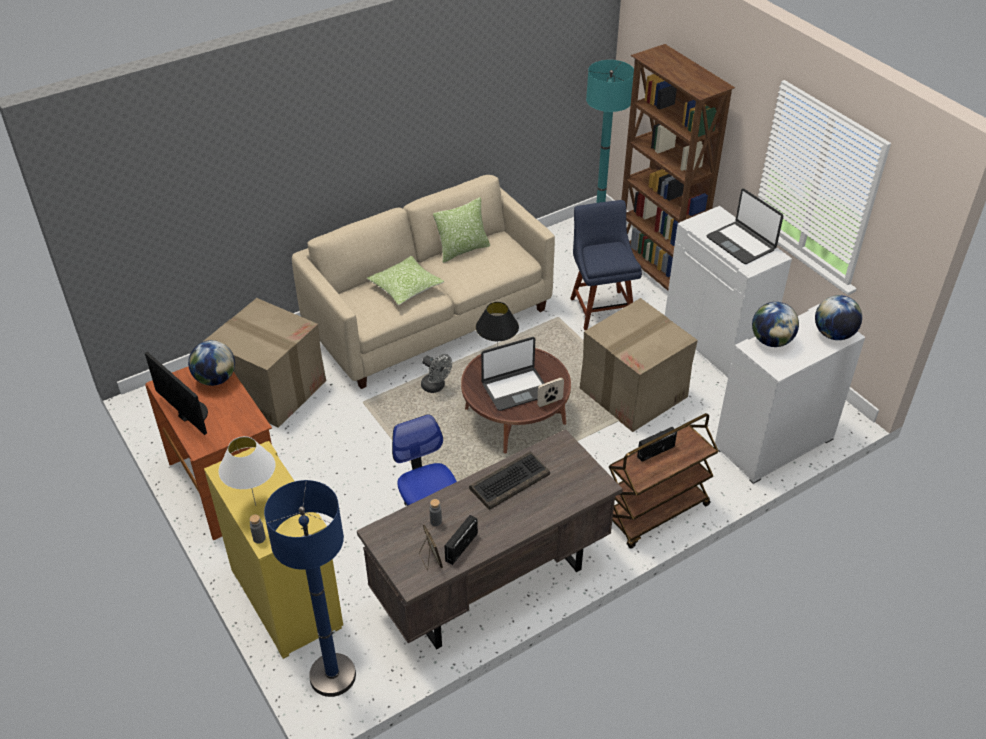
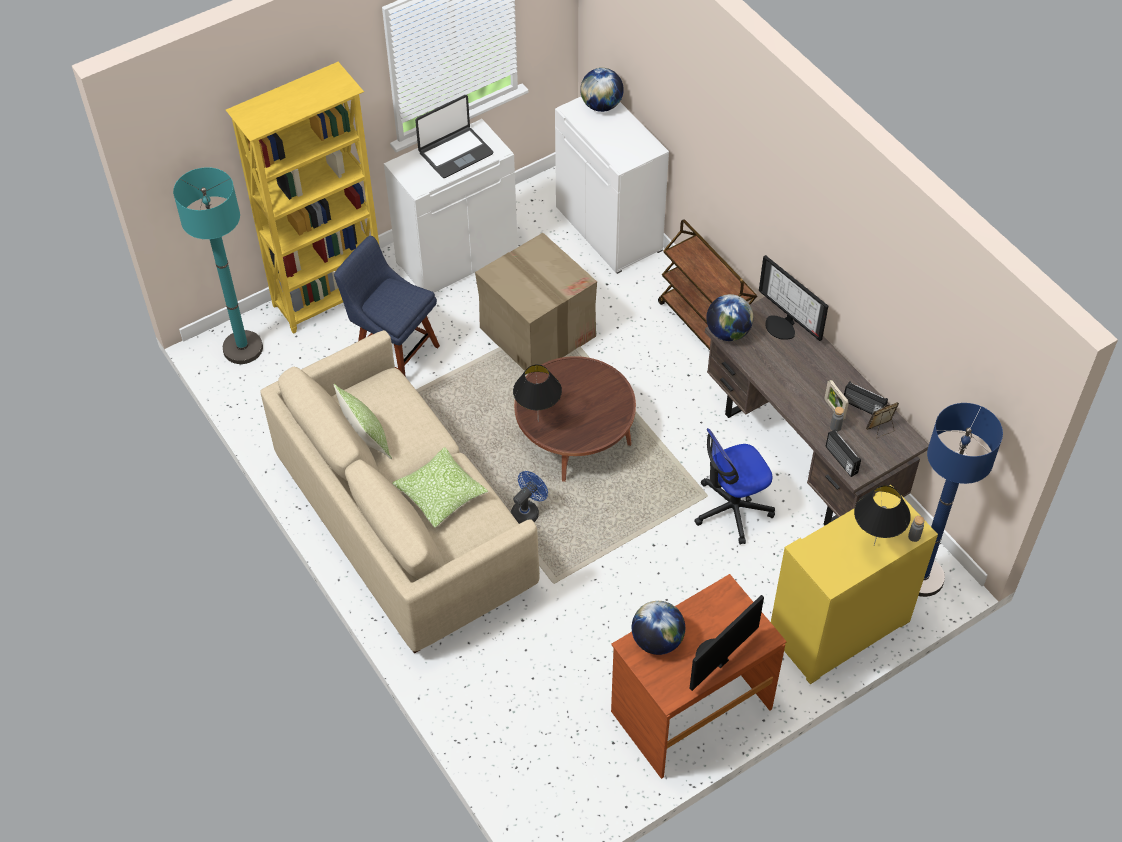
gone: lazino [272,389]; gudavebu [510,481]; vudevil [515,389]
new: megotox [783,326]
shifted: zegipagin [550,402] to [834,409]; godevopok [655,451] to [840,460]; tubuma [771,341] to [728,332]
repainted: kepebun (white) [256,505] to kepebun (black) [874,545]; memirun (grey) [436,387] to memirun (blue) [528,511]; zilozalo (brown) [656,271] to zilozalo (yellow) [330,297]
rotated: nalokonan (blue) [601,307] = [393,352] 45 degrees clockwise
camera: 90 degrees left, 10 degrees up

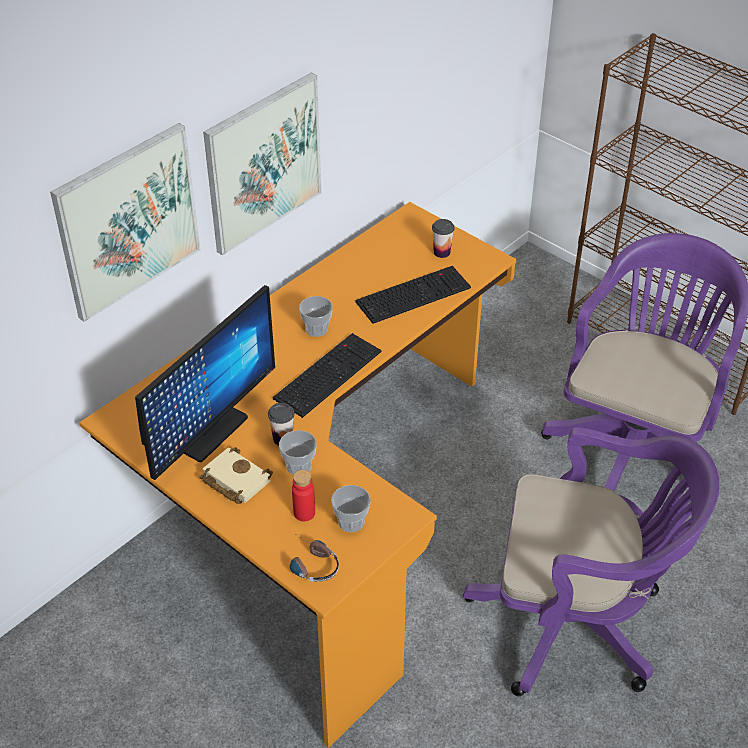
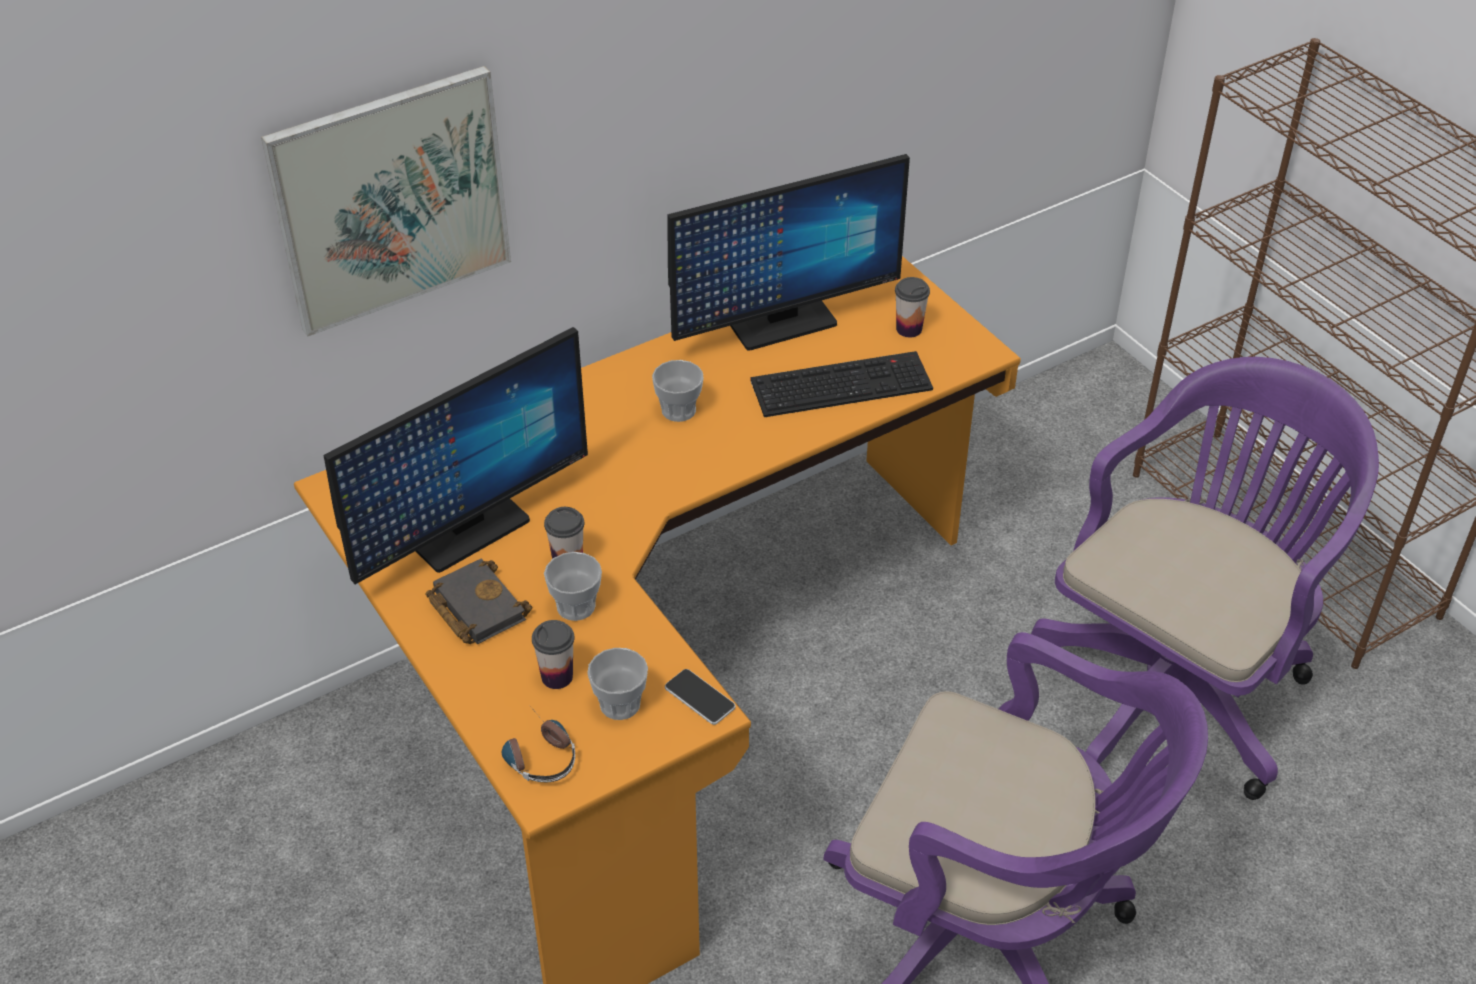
gone: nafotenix [263,163]; gudavebu [327,373]
new: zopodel [700,698]; megotox [781,323]
swapped: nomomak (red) [304,513] to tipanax [557,677]
repainted: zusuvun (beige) [233,480] to zusuvun (black) [474,607]
camera: 15 degrees right, 0 degrees up

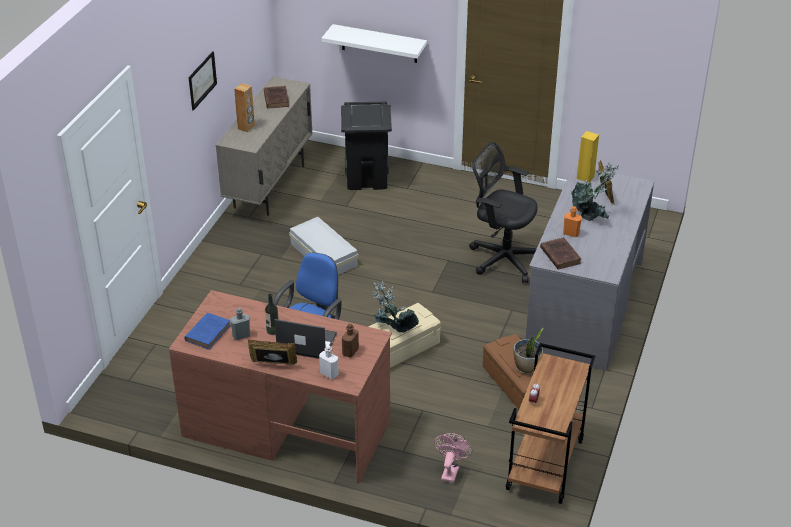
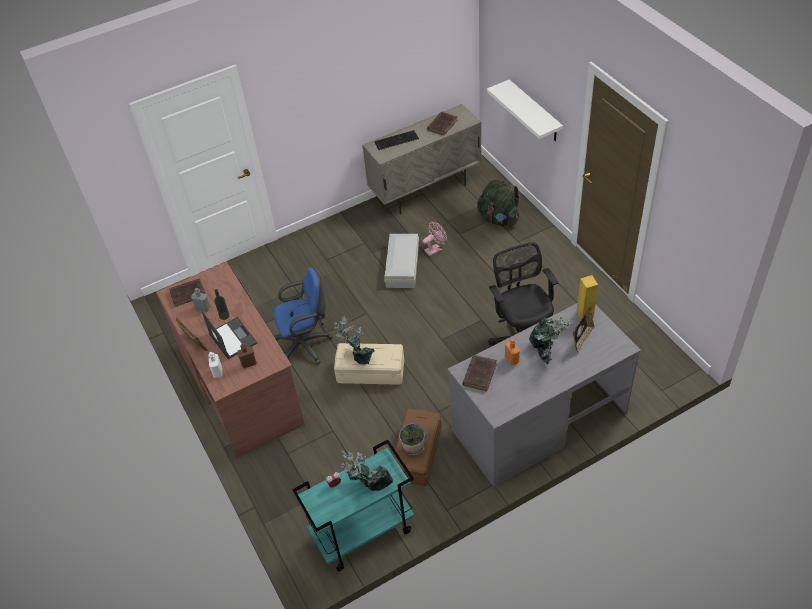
gone: nafotenix [202,80]
new: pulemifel [368,486]
shifted: memirun (pink) [450,471] to [435,249]
swapped: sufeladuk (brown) [246,127] to gudavebu [396,140]; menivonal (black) [367,178] to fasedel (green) [498,218]
repainted: zusuvun (blue) [208,332] to zusuvun (brown) [189,293]; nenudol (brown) [545,466] to nenudol (turquoise) [362,533]
camera: 45 degrees right, 10 degrees up

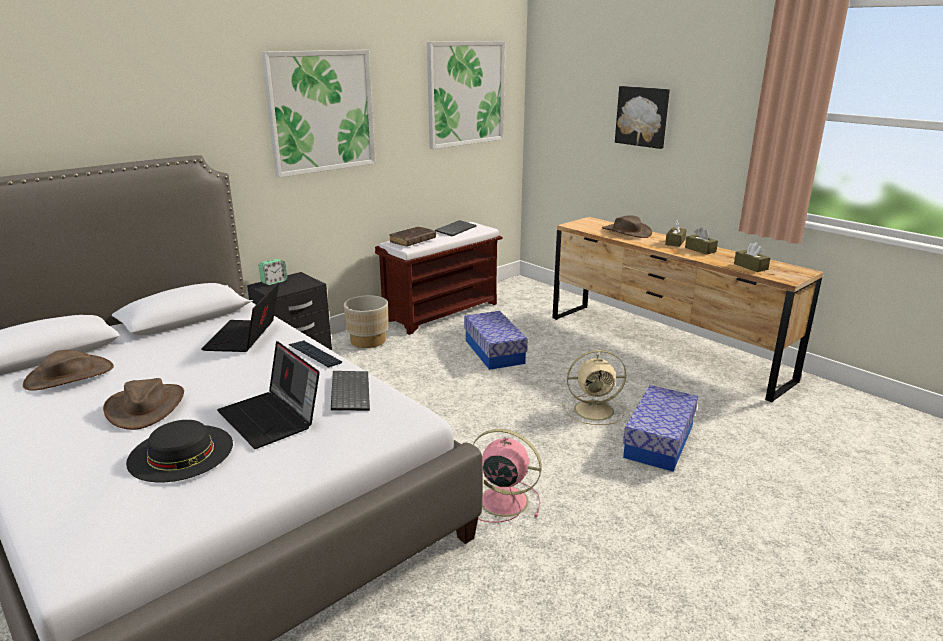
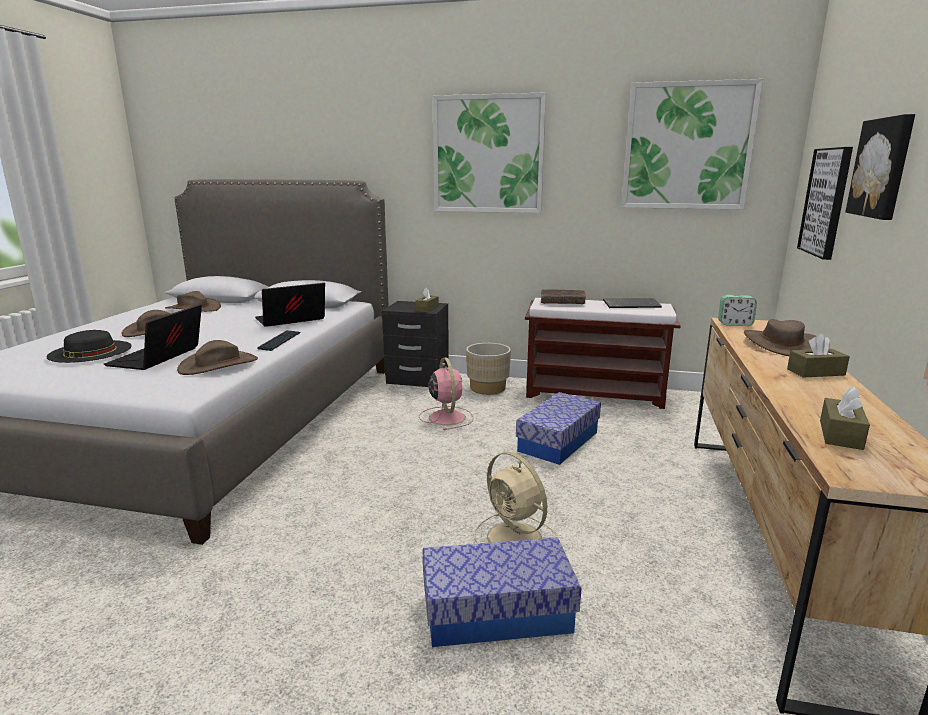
new: nafotenix [826,202]
shifted: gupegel [274,282] to [735,324]; memirun (pink) [501,500] to [446,417]; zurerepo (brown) [700,250] to [427,309]
swapped: gudavebu [349,392] to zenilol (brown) [218,365]
camera: 55 degrees right, 5 degrees down

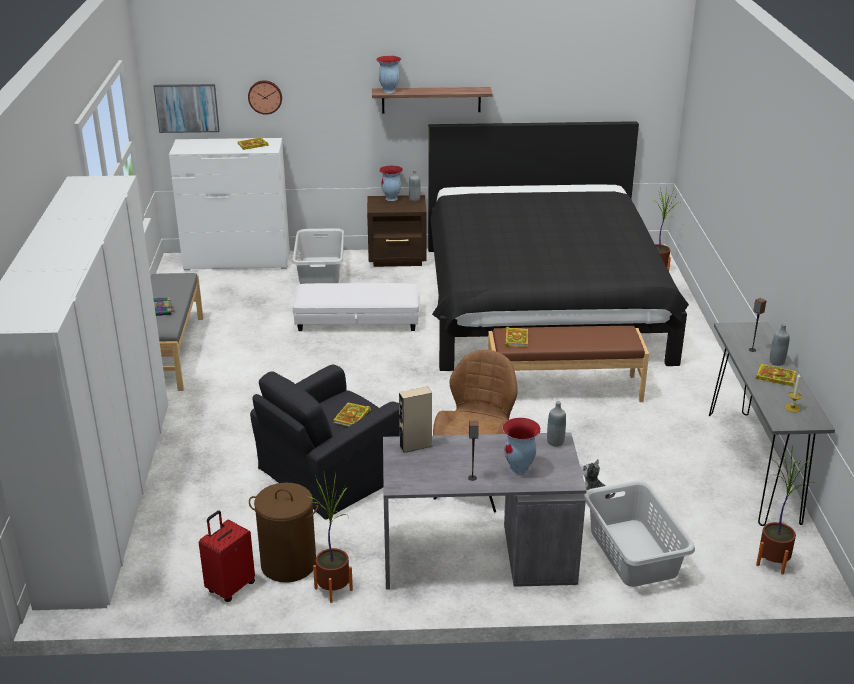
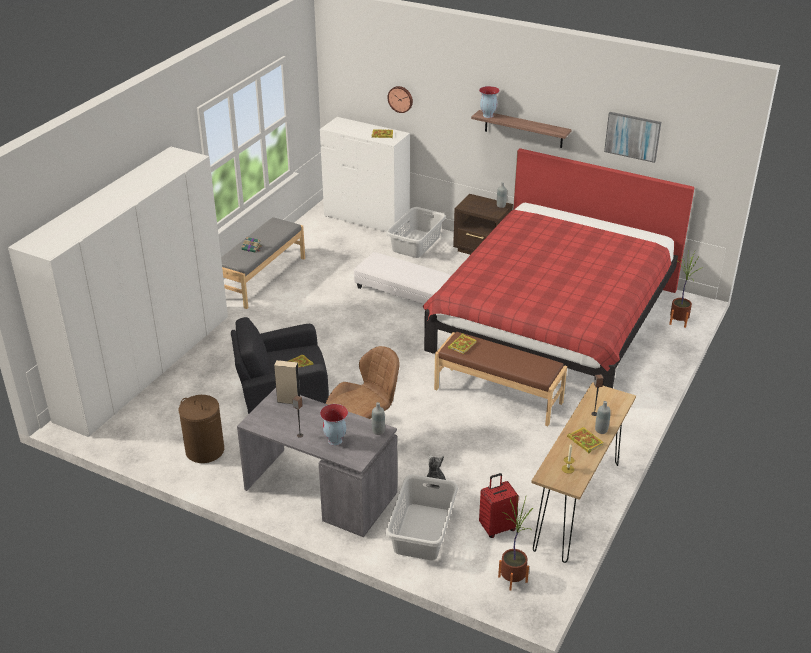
gone: pulemifel [334,589]; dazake [391,198]
shifted: nafotenix [187,108] to [632,136]; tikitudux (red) [230,587] to [497,527]
repainted: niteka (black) [541,303] to niteka (red) [554,320]; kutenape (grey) [752,466] to kutenape (brown) [577,506]
camera: 30 degrees right, 5 degrees up

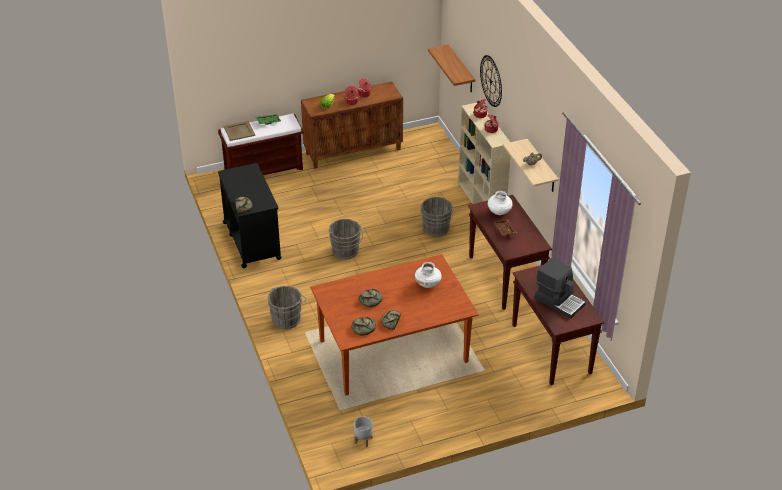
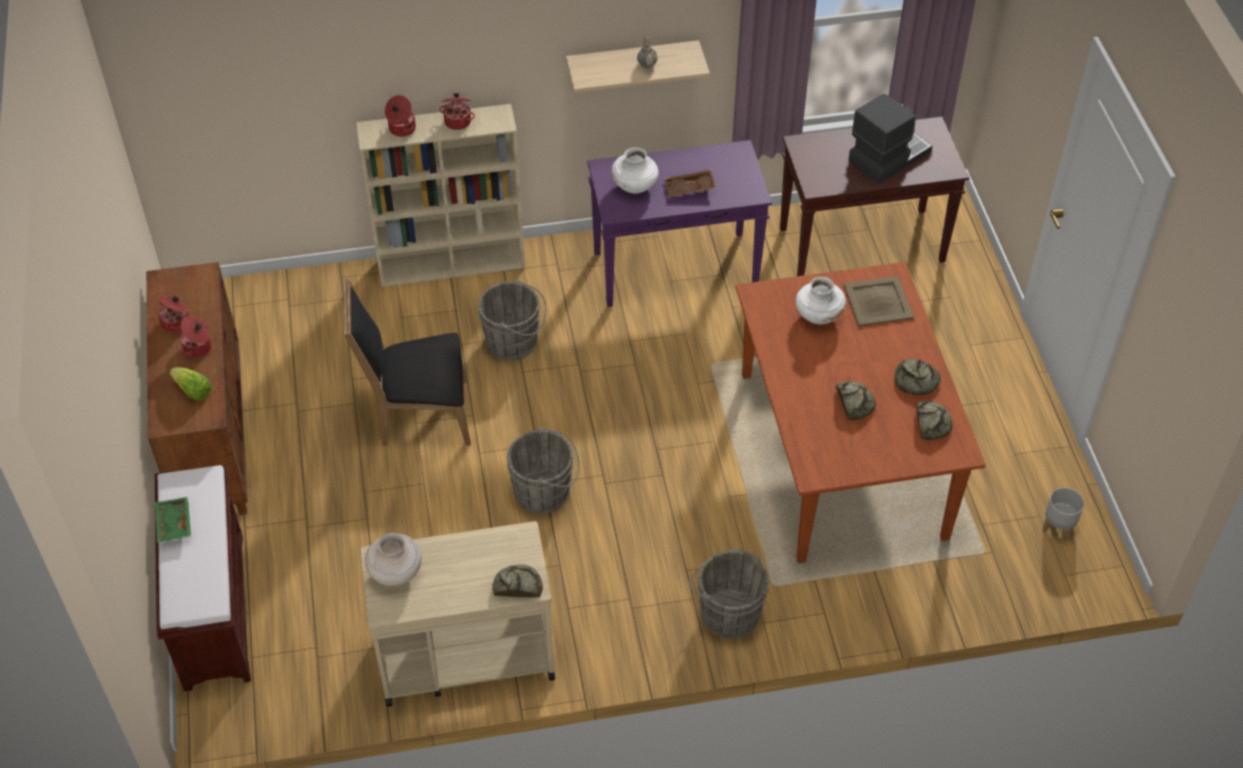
gone: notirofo [461,69]; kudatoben [491,81]
new: nalokonan (black) [418,415]; dazake (beige) [395,573]
shifted: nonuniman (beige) [239,131] to [878,301]
repainted: nenudol (black) [251,240] to nenudol (beige) [464,655]; kutenape (brown) [505,278] to kutenape (purple) [676,269]
camera: 80 degrees left, 10 degrees up

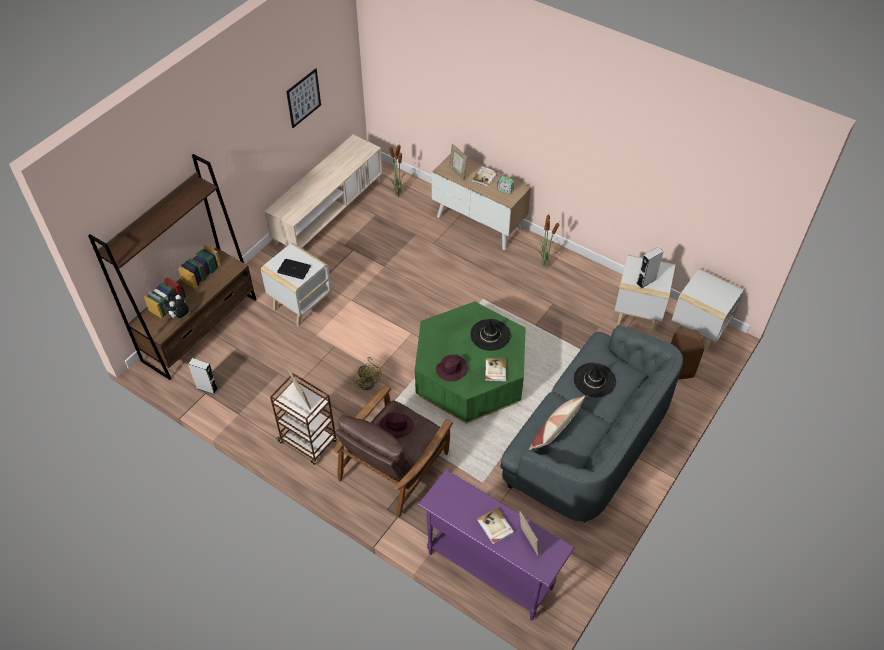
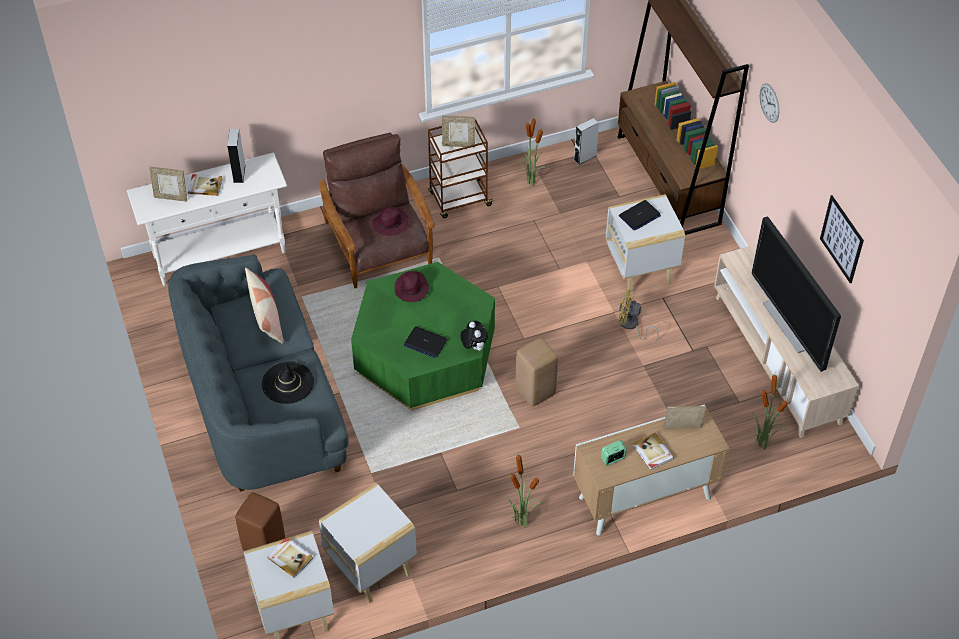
new: pulemifel [530,182]; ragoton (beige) [535,392]; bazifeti [789,324]; kudatoben [769,103]
shifted: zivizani [180,316] to [473,347]; memirun (yellow) [368,381] to [631,325]; zusuvun [495,370] to [290,558]; sufeladuk (grey) [646,281] to [239,173]
swapped: zenilol (black) [490,335] to vudevil [425,343]
repainted: kutenape (purple) [489,570] to kutenape (white) [220,255]
camera: 125 degrees right, 0 degrees up

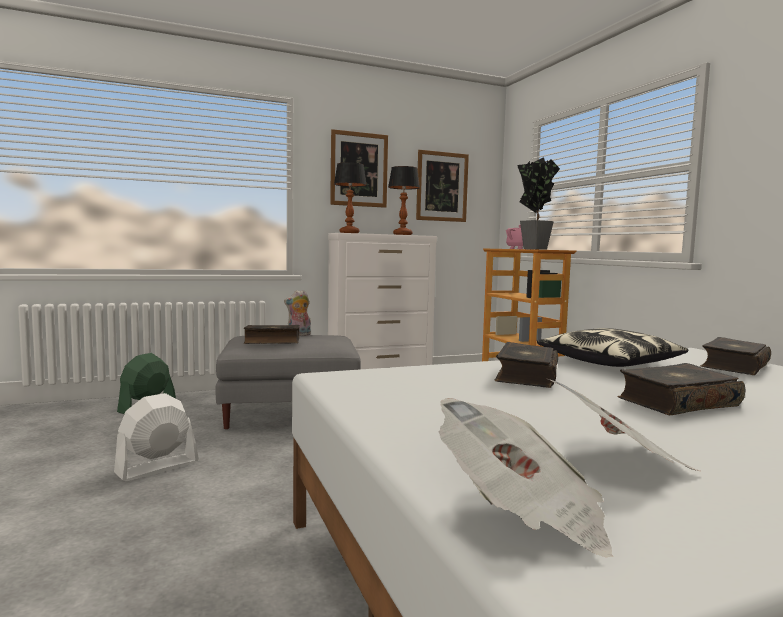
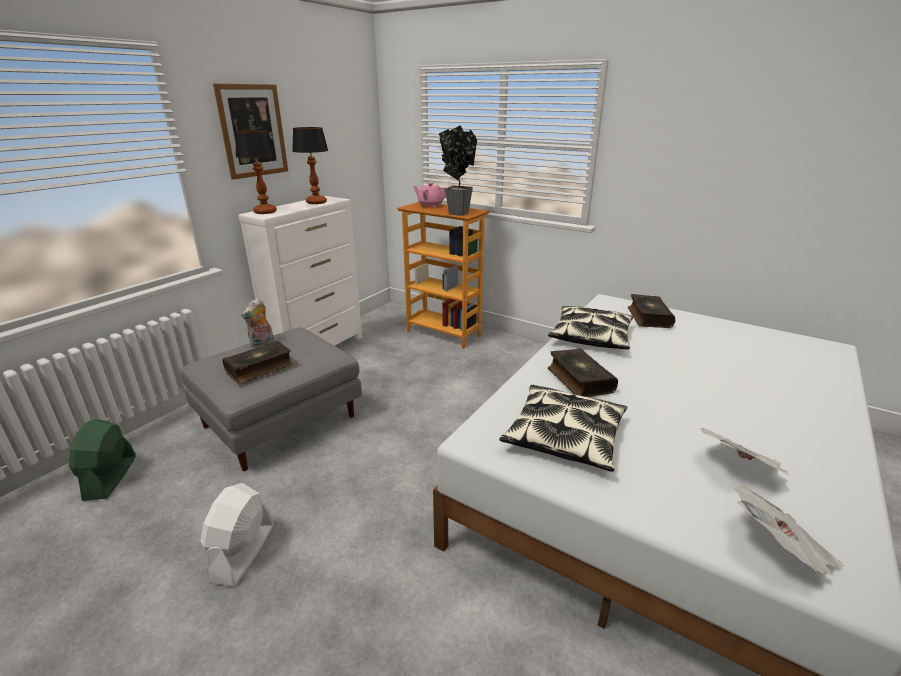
gone: nafotenix [442,186]; zusuvun [676,402]
new: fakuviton [564,436]
camera: 35 degrees left, 20 degrees up

